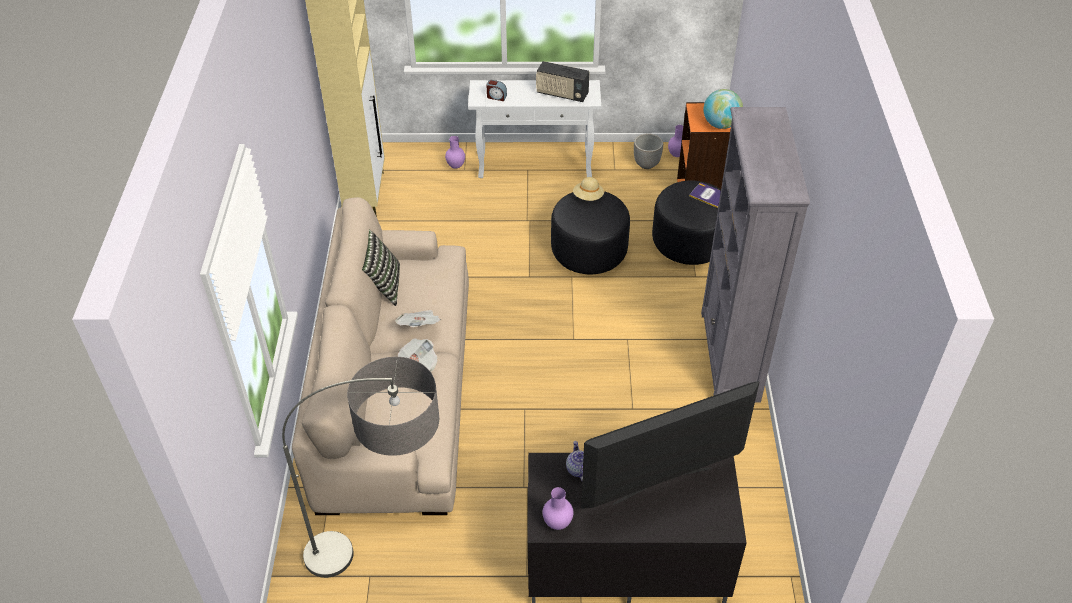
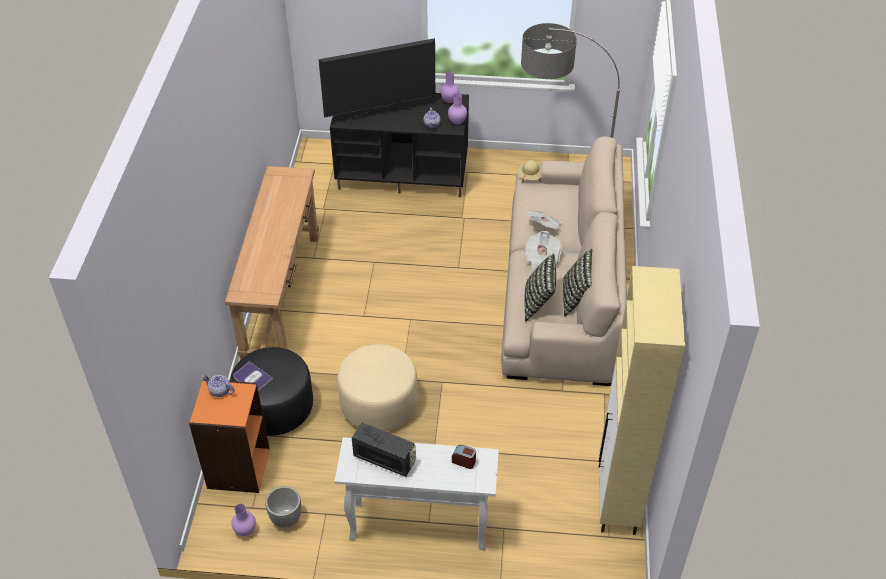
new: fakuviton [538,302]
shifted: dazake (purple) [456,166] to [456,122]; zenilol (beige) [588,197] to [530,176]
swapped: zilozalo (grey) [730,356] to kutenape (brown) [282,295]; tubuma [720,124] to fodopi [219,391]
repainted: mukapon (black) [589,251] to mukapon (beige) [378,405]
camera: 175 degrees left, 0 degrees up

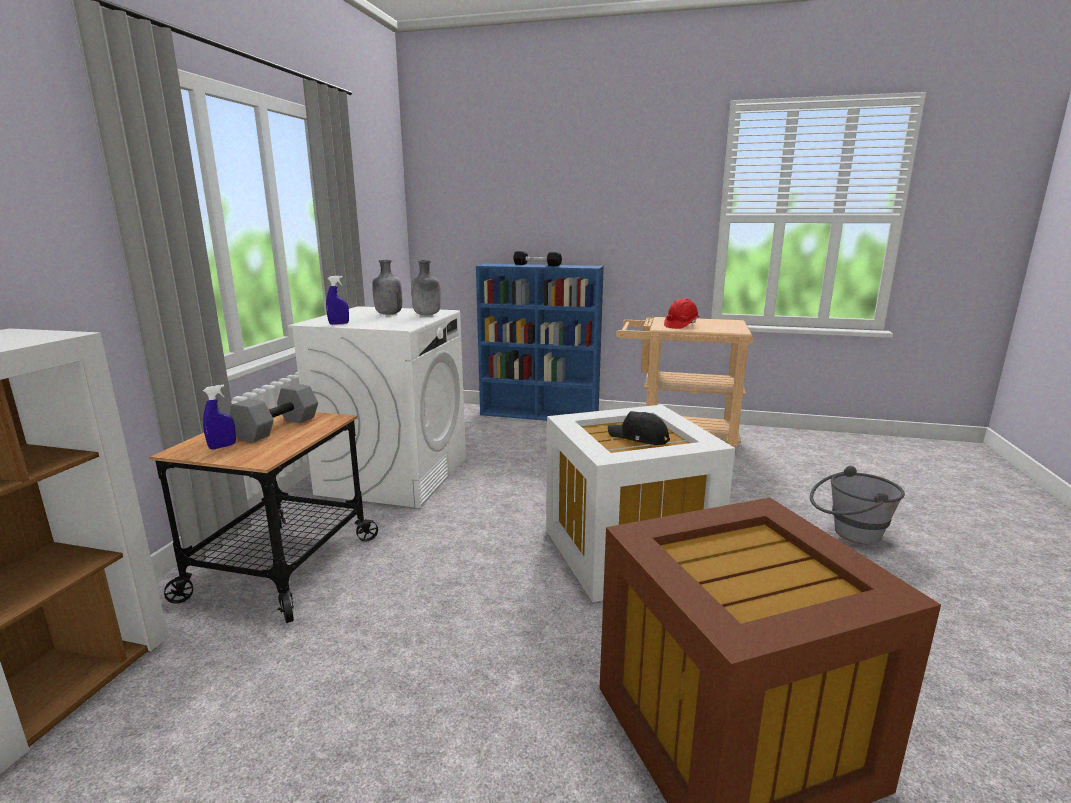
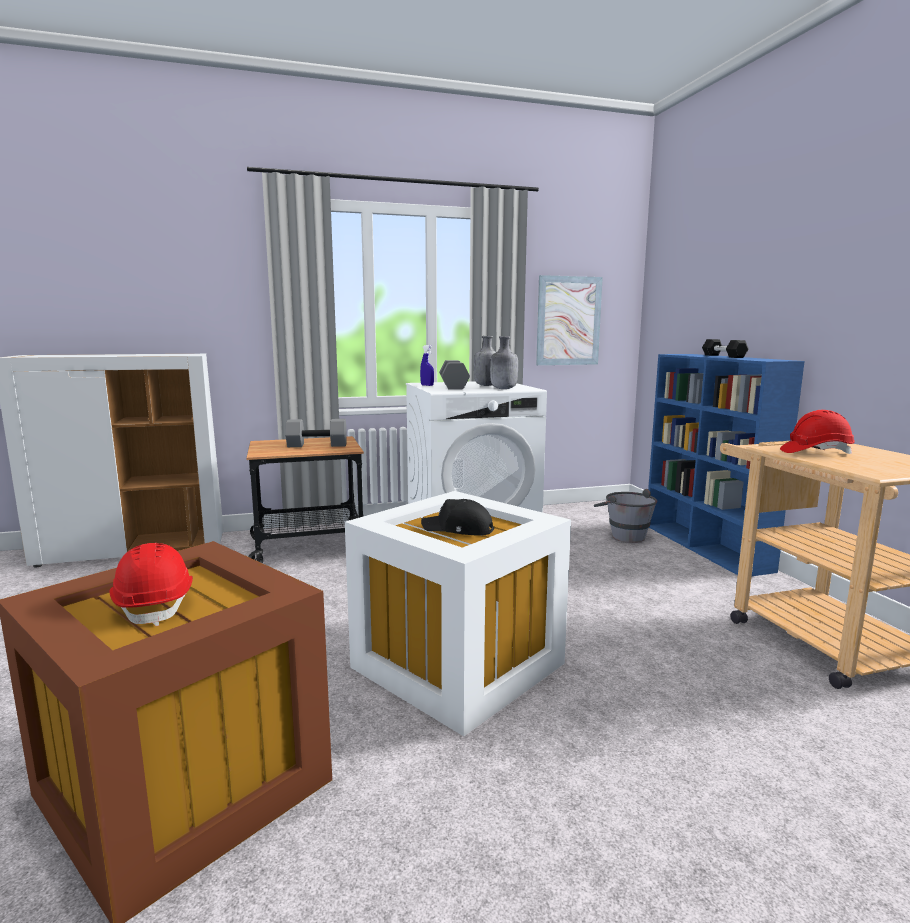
gone: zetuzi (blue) [222,446]
new: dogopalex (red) [156,605]; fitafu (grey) [452,386]; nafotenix [568,321]
shifted: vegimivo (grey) [848,534] to [623,535]
rotated: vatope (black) [638,438] = [458,529] 75 degrees counterclockwise
camera: 60 degrees right, 5 degrees down

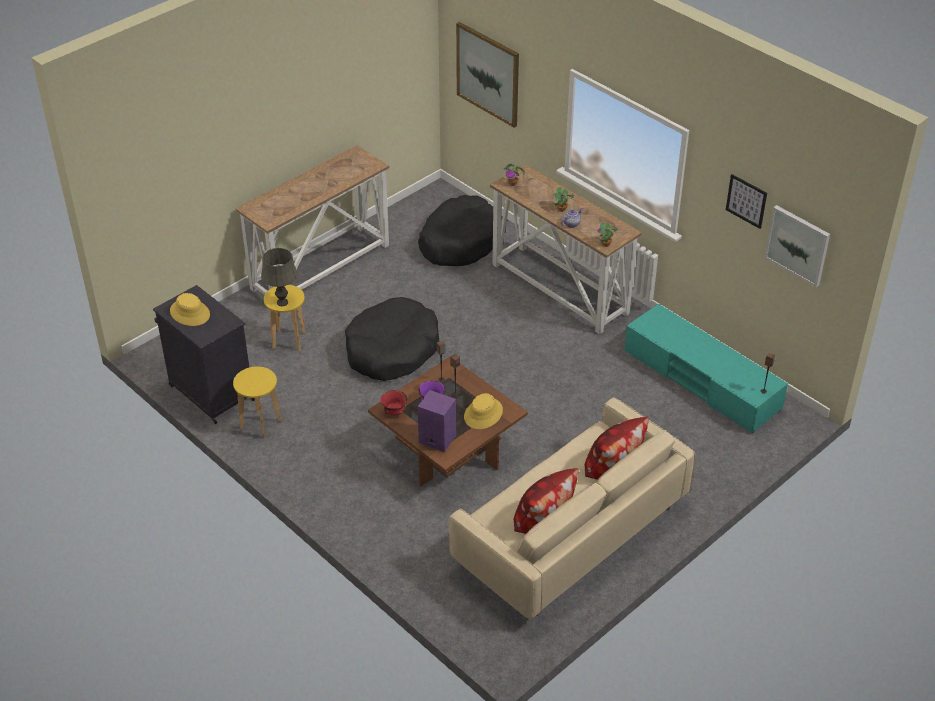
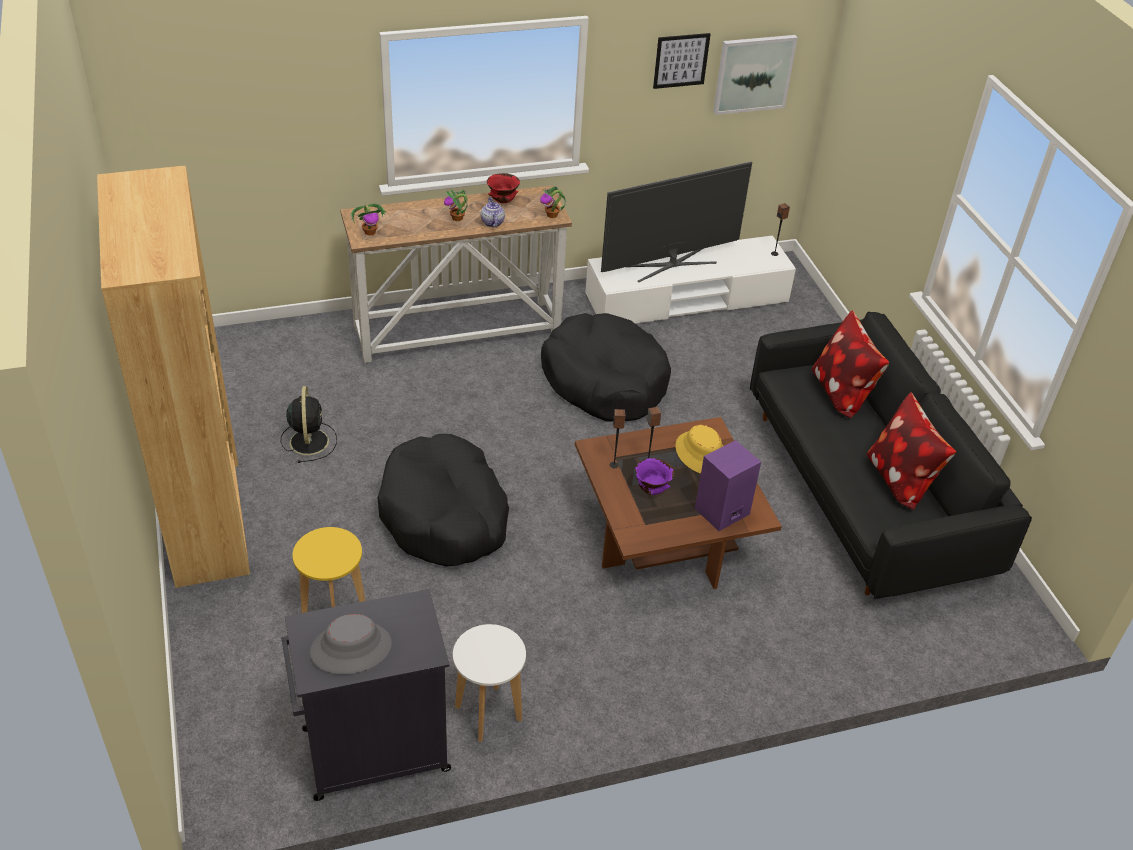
gone: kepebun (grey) [282,302]; nafotenix [488,74]
new: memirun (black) [309,440]; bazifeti [671,264]
shifted: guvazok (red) [394,412] to [502,201]; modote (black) [459,241] to [604,381]
swapped: kutenape [321,266] to zilozalo (brown) [207,518]
repainted: zenilol (yellow) [190,313] to zenilol (grey) [351,648]; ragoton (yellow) [260,424] to ragoton (white) [488,714]; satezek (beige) [570,533] to satezek (black) [863,491]; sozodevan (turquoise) [701,380] to sozodevan (white) [687,299]
camera: 65 degrees left, 0 degrees up

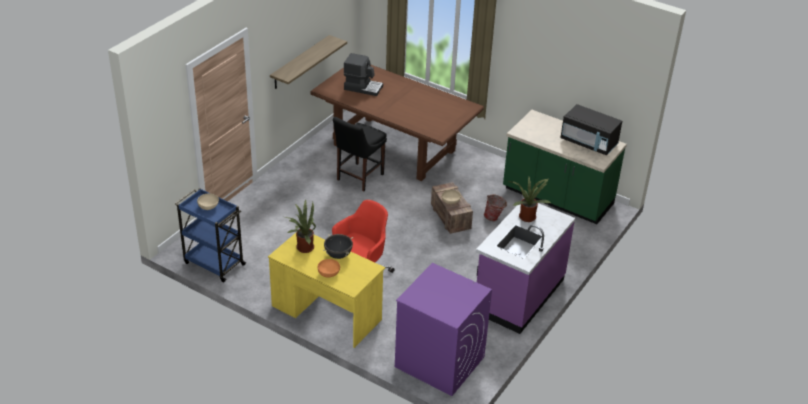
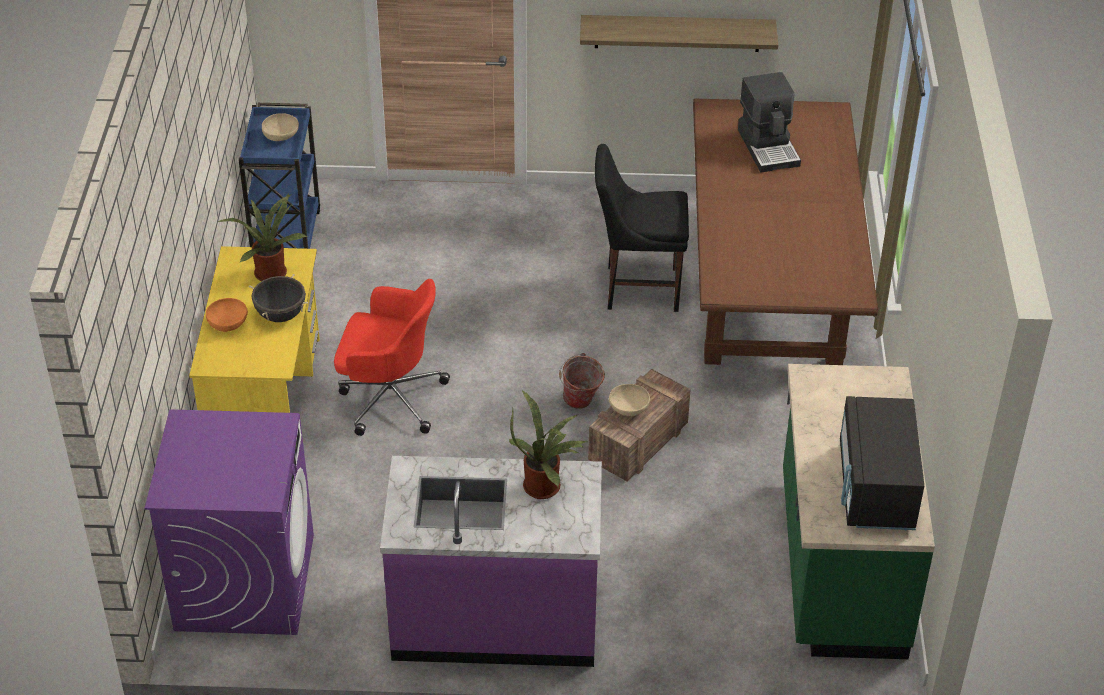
shifted: vegimivo [494,218] to [580,404]
camera: 60 degrees right, 5 degrees up

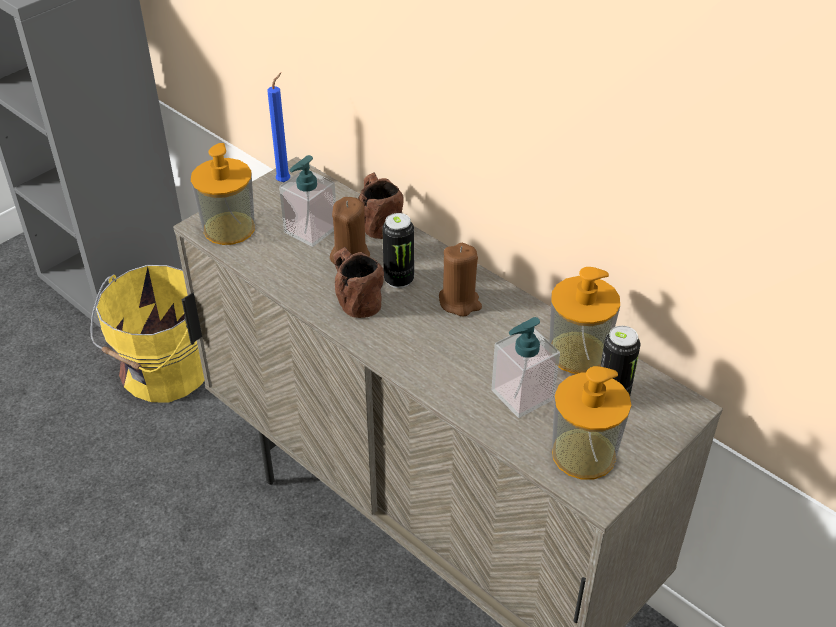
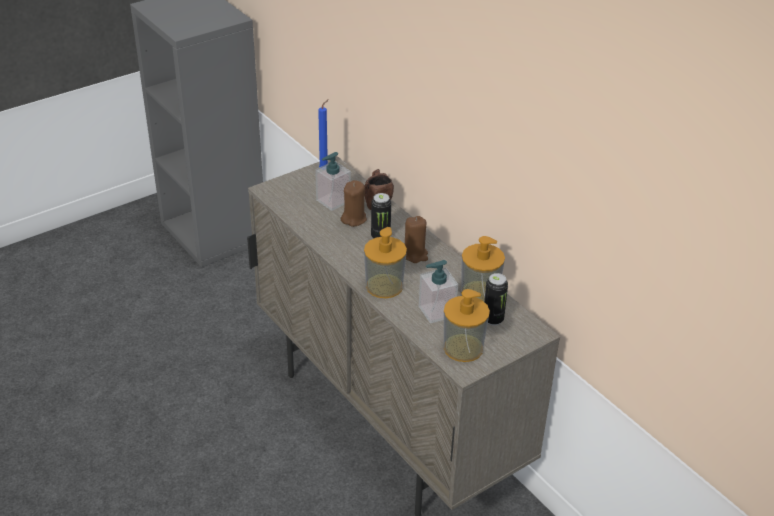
gone: vegimivo (yellow) [162,371]; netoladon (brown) [354,298]
shifted: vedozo [229,228] to [384,286]
camera: 10 degrees right, 5 degrees down

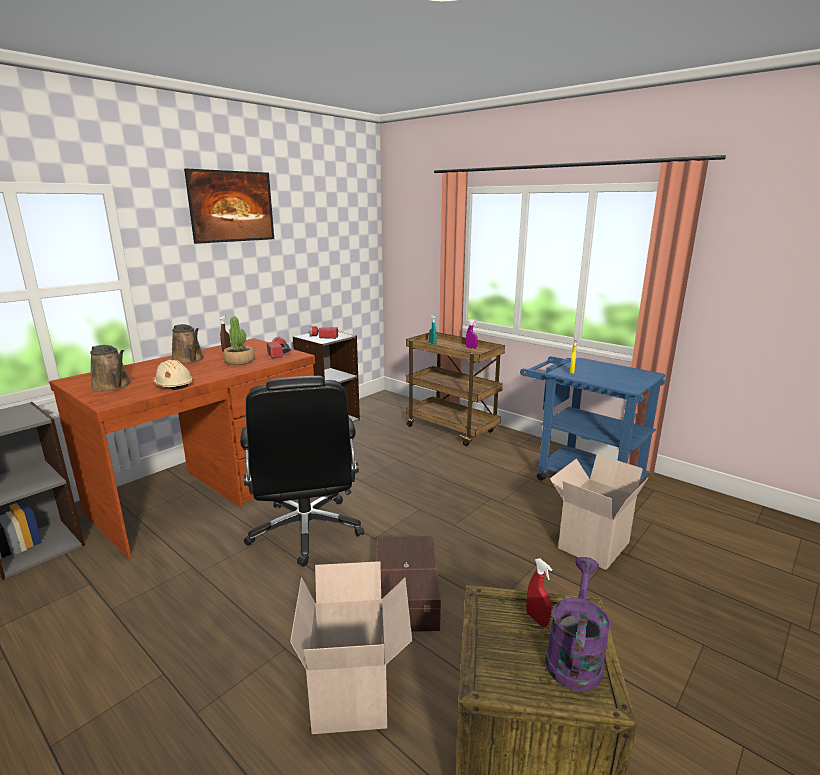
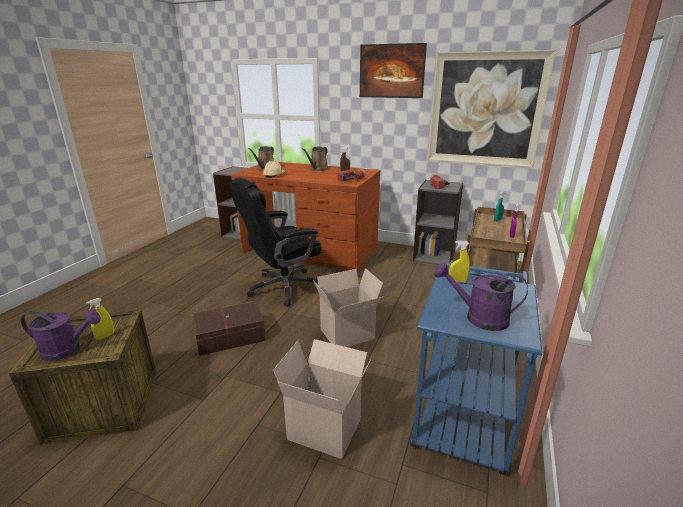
gone: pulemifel [240,361]
new: nafotenix [485,110]; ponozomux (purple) [478,318]
shifted: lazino [354,694] to [347,335]
repainted: zetuzi (red) [537,619] to zetuzi (yellow) [105,336]
camera: 70 degrees right, 5 degrees up

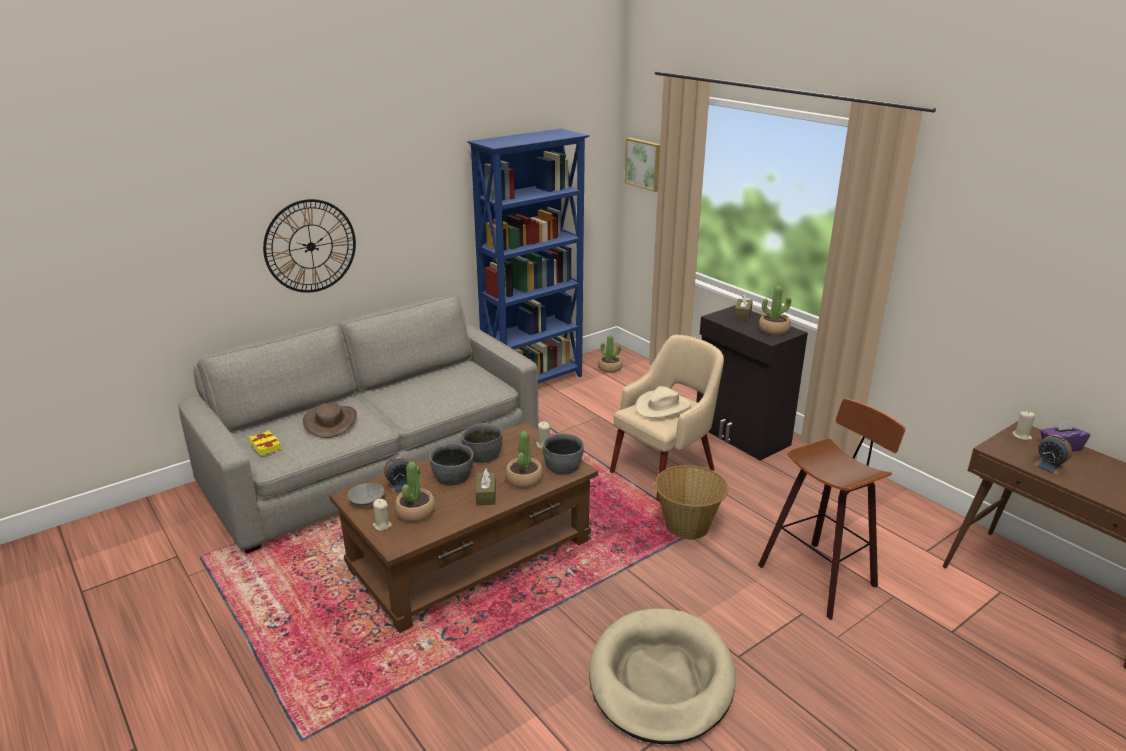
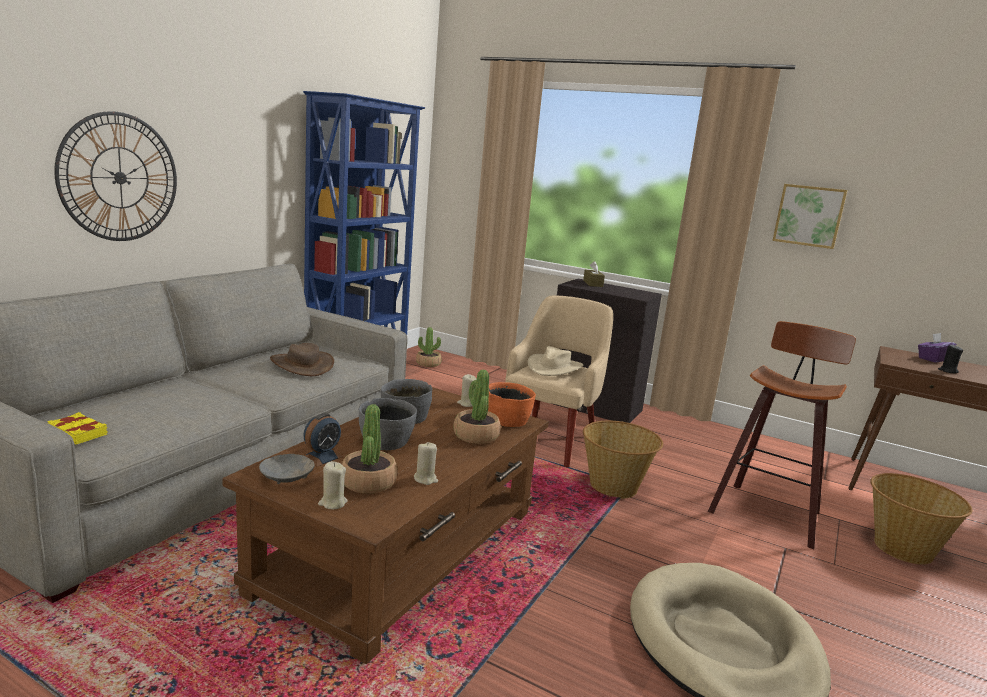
gone: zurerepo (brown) [486,495]; pulemifel [774,329]
new: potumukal [903,548]
shifted: zenilol (brown) [331,422] to [302,365]; nafotenix [644,164] to [809,215]; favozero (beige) [1021,436] to [425,479]
swapped: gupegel [1049,467] to favozero (black) [947,371]
repainted: guvazok (grey) [563,466] to guvazok (orange) [508,420]
camera: 25 degrees left, 10 degrees down

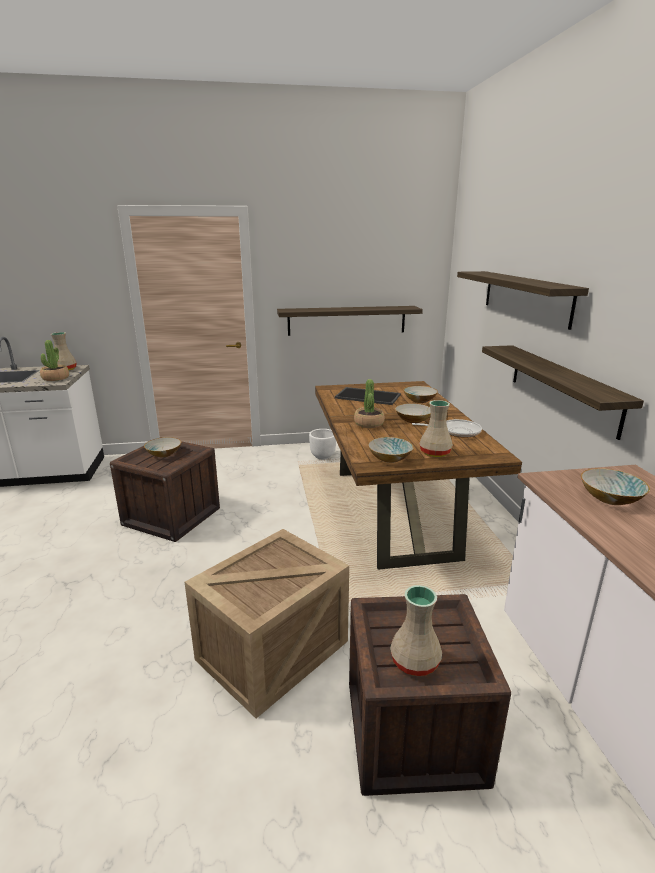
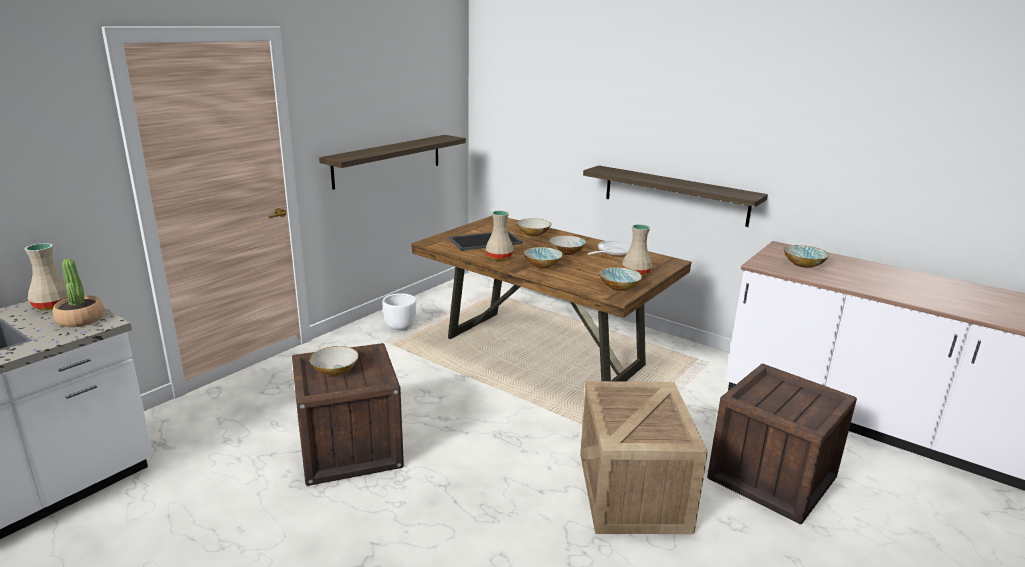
gone: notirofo [525,297]
shifted: dazake (beige) [416,661] to [499,257]
swapped: pulemifel [369,423] to guvazok [543,265]
camera: 45 degrees left, 0 degrees up

